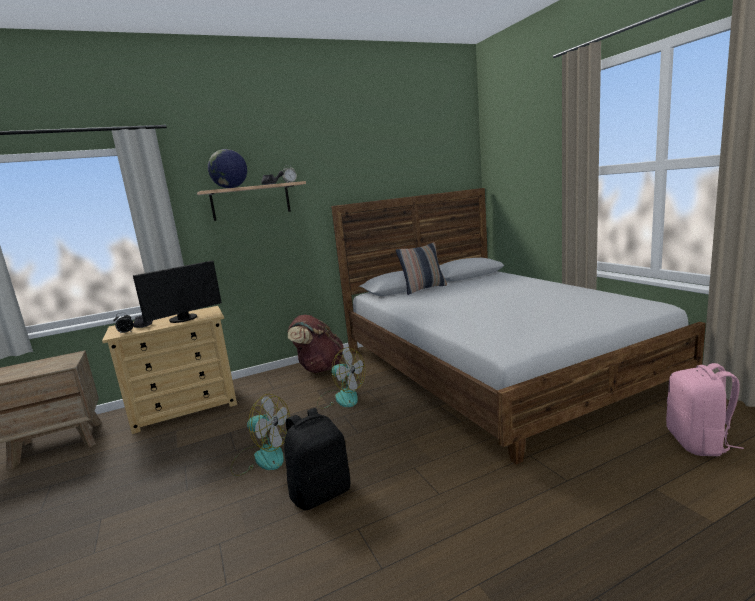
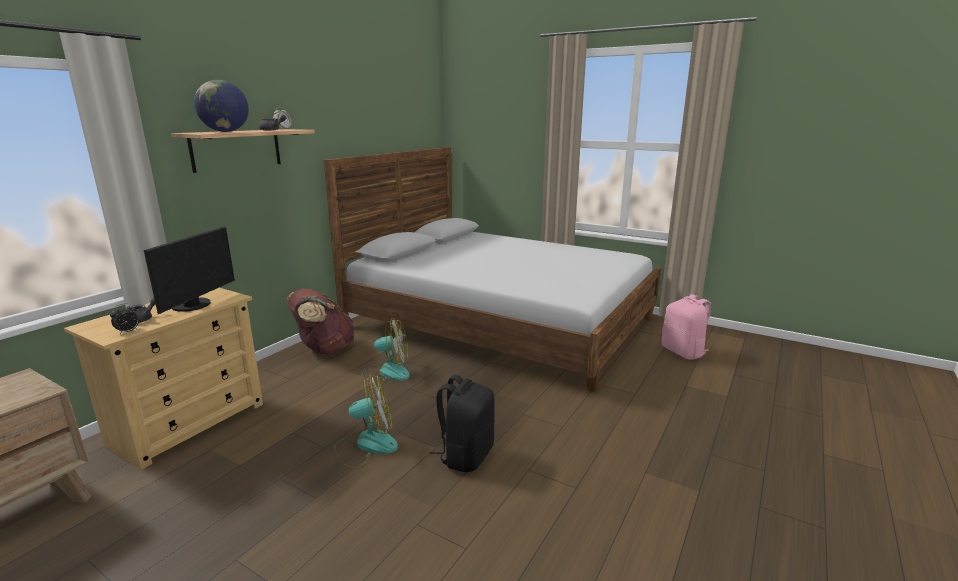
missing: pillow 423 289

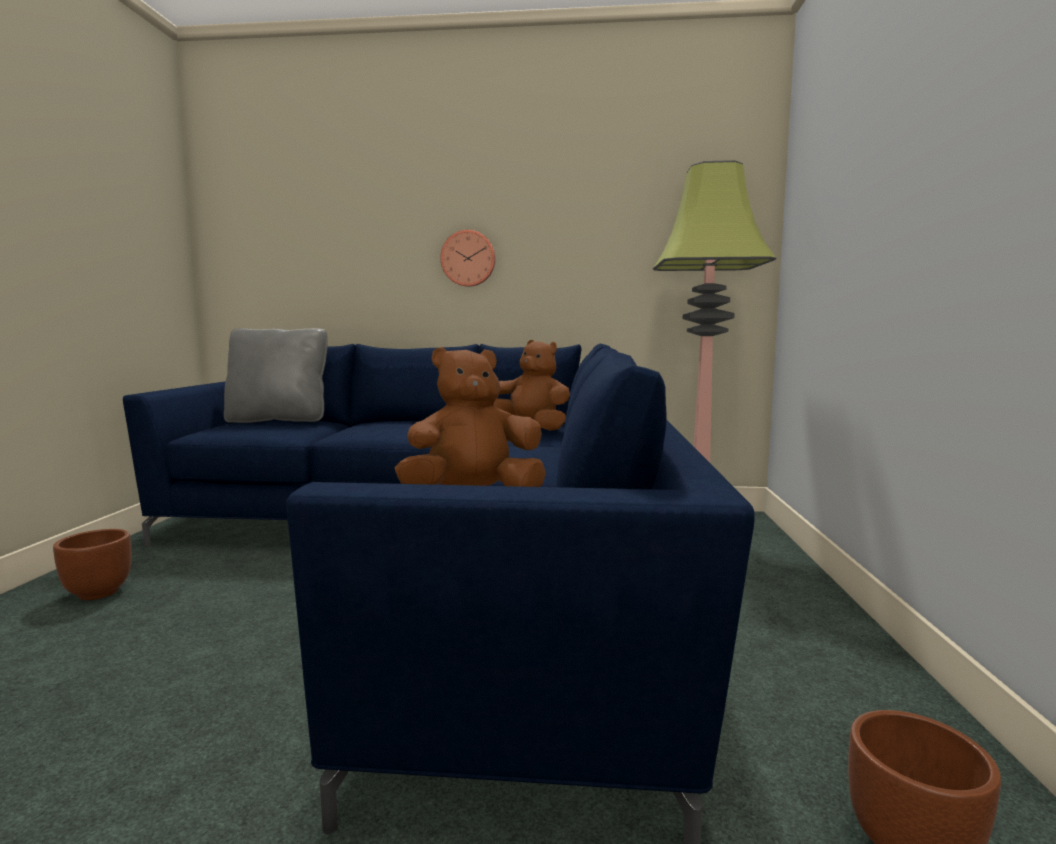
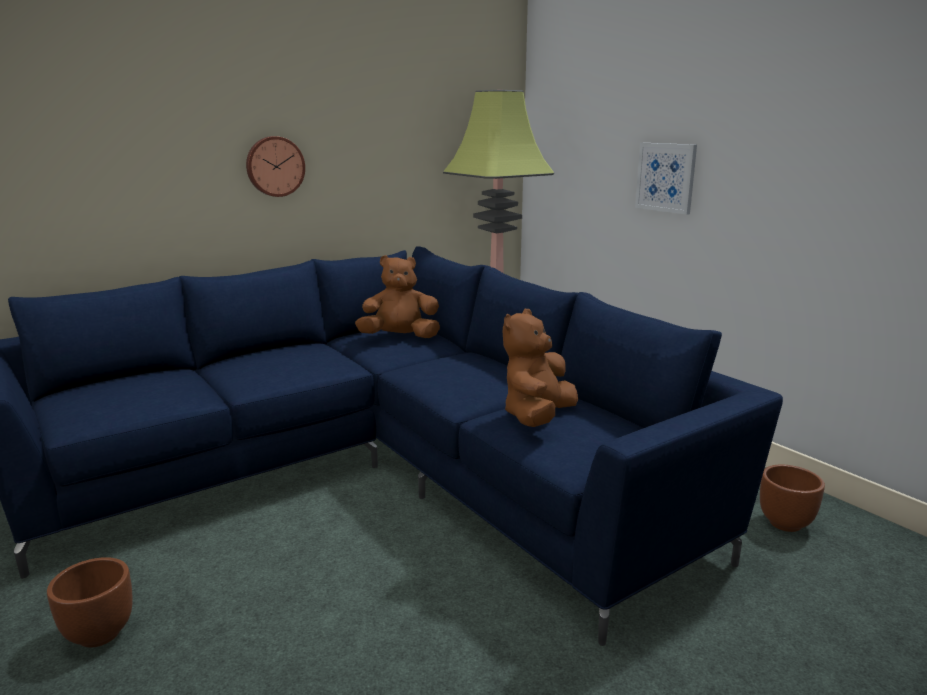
missing: pillow (grey) 279 420
appeared: picture 666 177

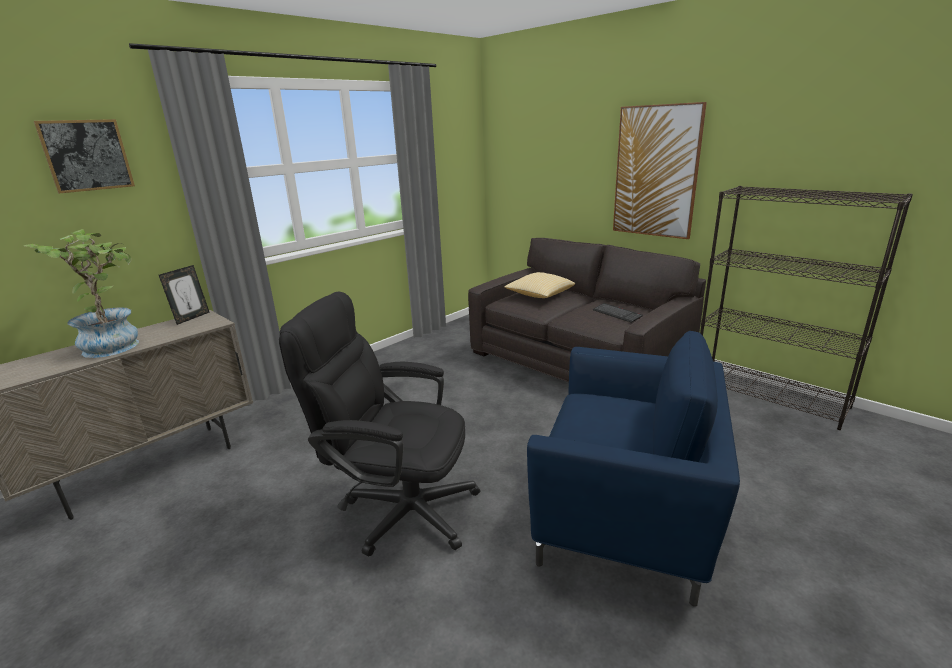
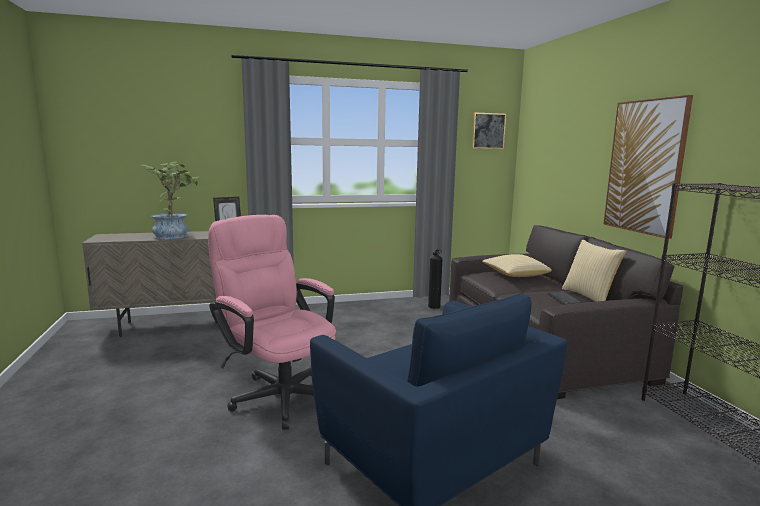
appeared: fire extinguisher 434 306; pillow 589 296
relocated: picture 86 155 to 488 131
colour: office chair (black) 399 508 to office chair (pink) 278 393

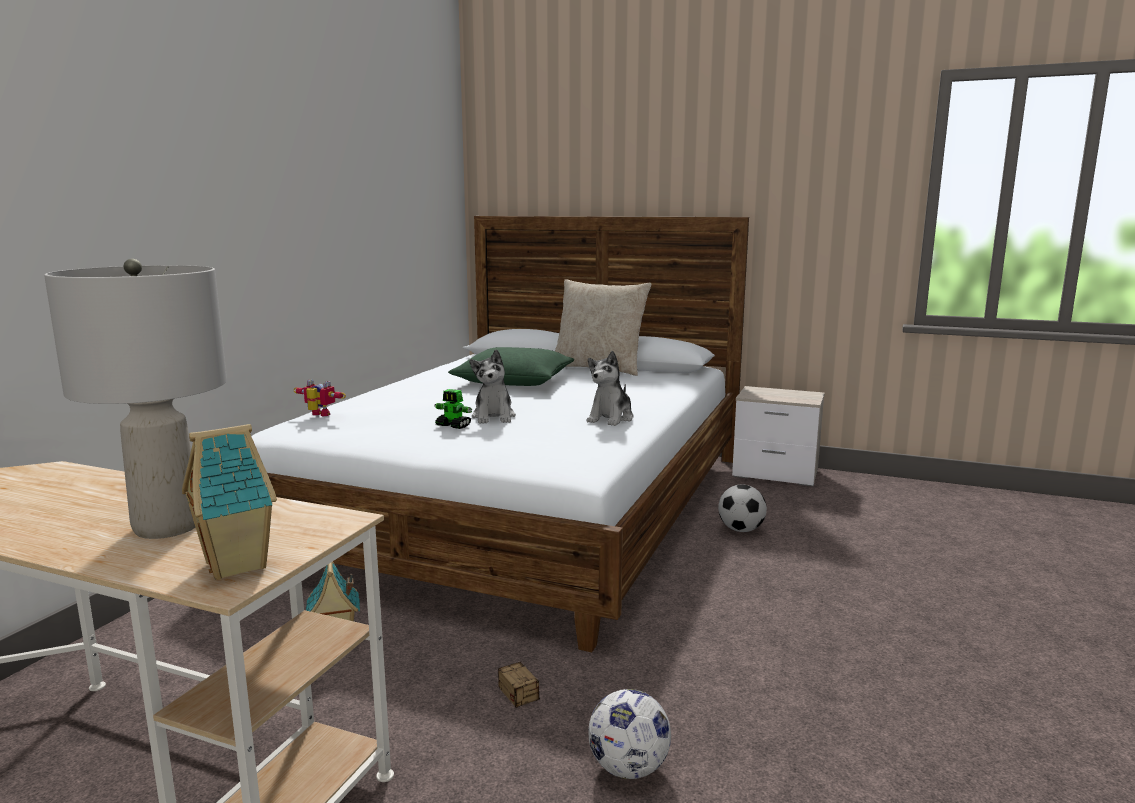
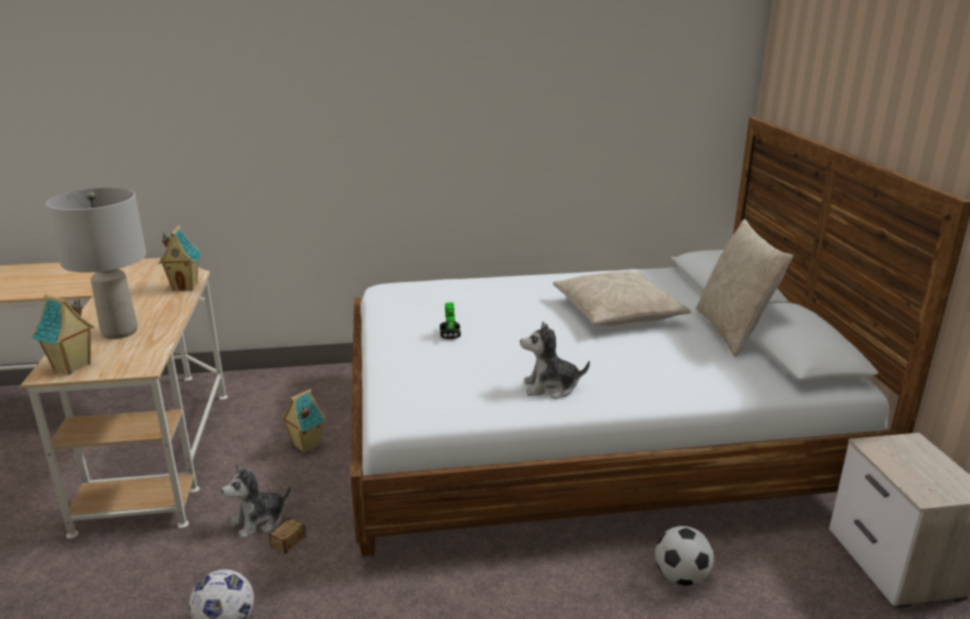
missing: toy robot 318 415
appeared: toy house 185 286
relocated: plush toy 494 417 to 259 522
colour: pillow (green) 514 381 to pillow (beige) 617 312

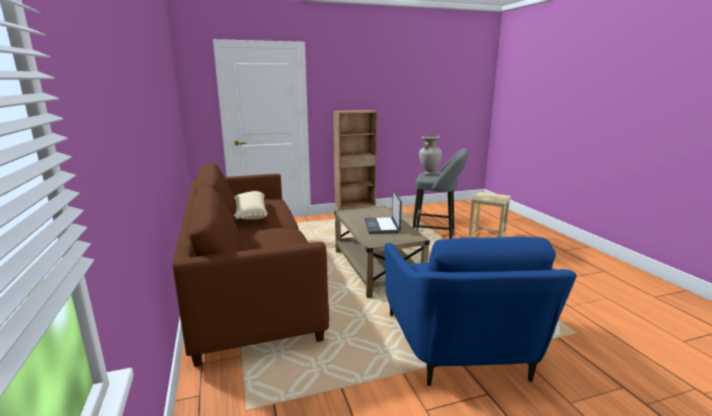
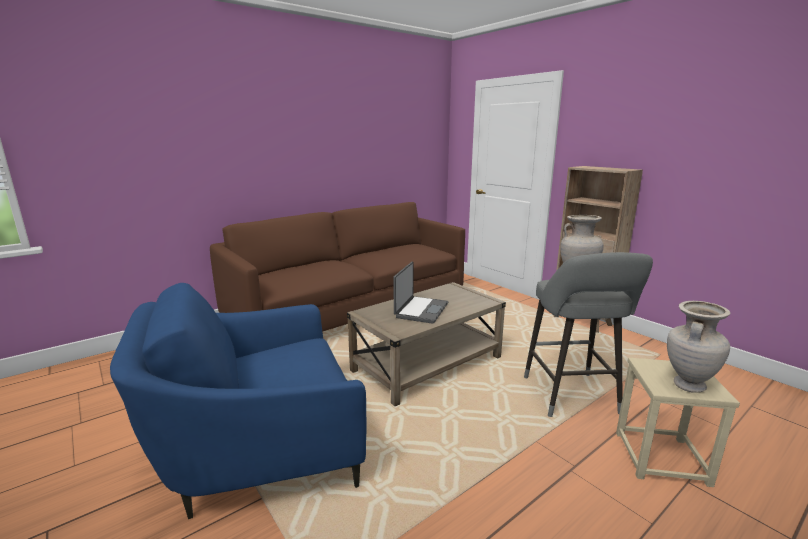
missing: pillow (beige) 250 214
appeared: vase (beige) 687 385
spun: laptop 382 226 = 420 310 135 degrees clockwise

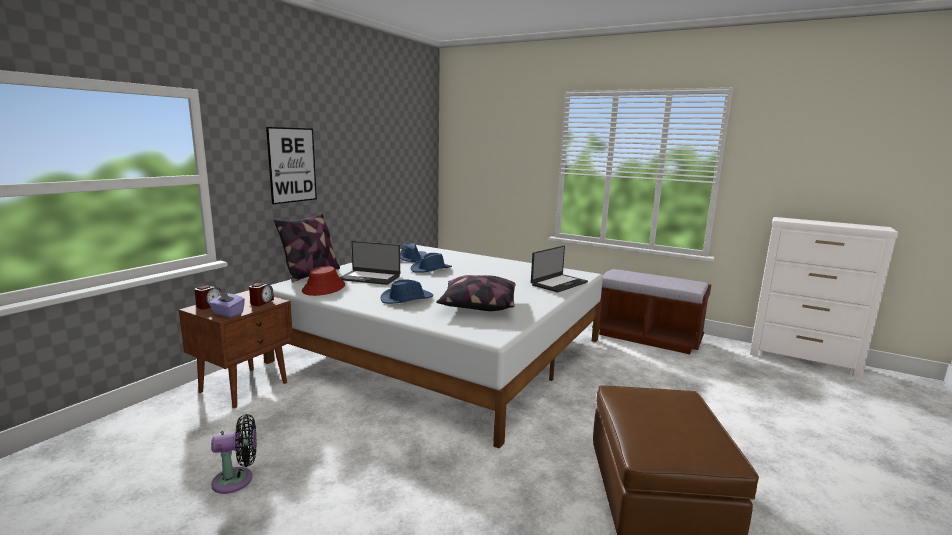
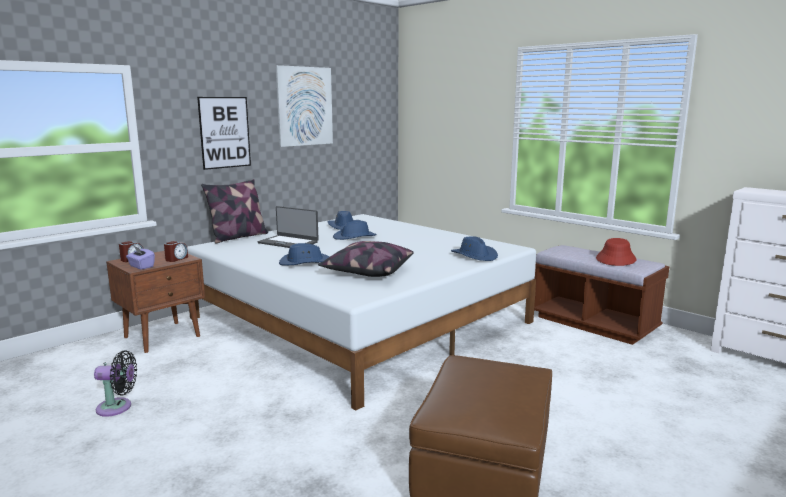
appeared: picture 305 106
relocated: hat (red) 324 288 to 616 259
exchanged: laptop 558 283 to hat (blue) 474 255

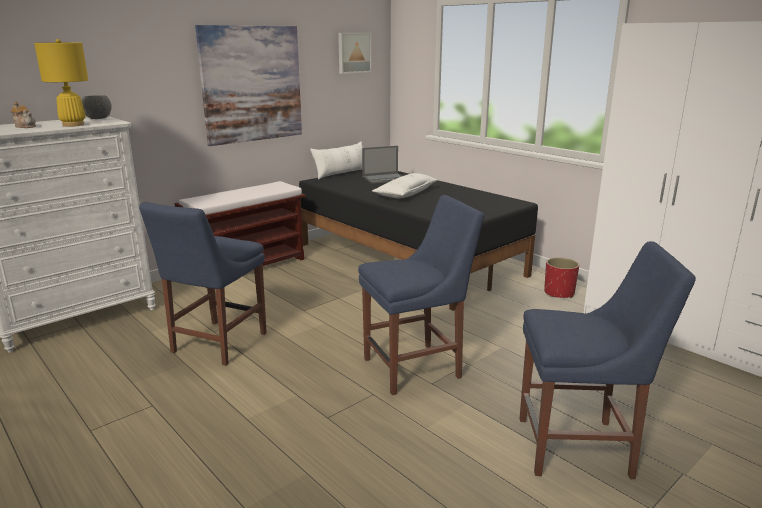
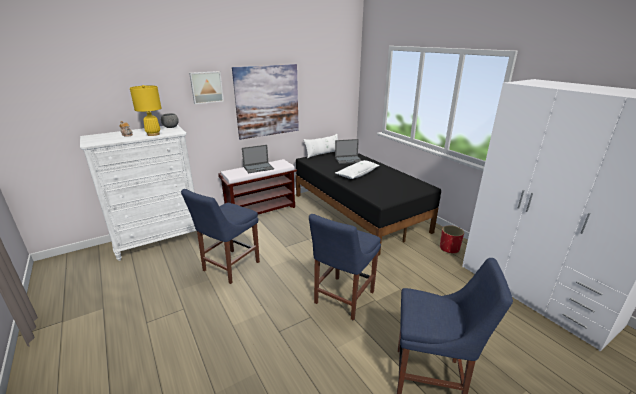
appeared: laptop 259 168
relocated: picture 353 52 to 206 87
spun: chair (blue) 417 367 = 342 299 135 degrees clockwise

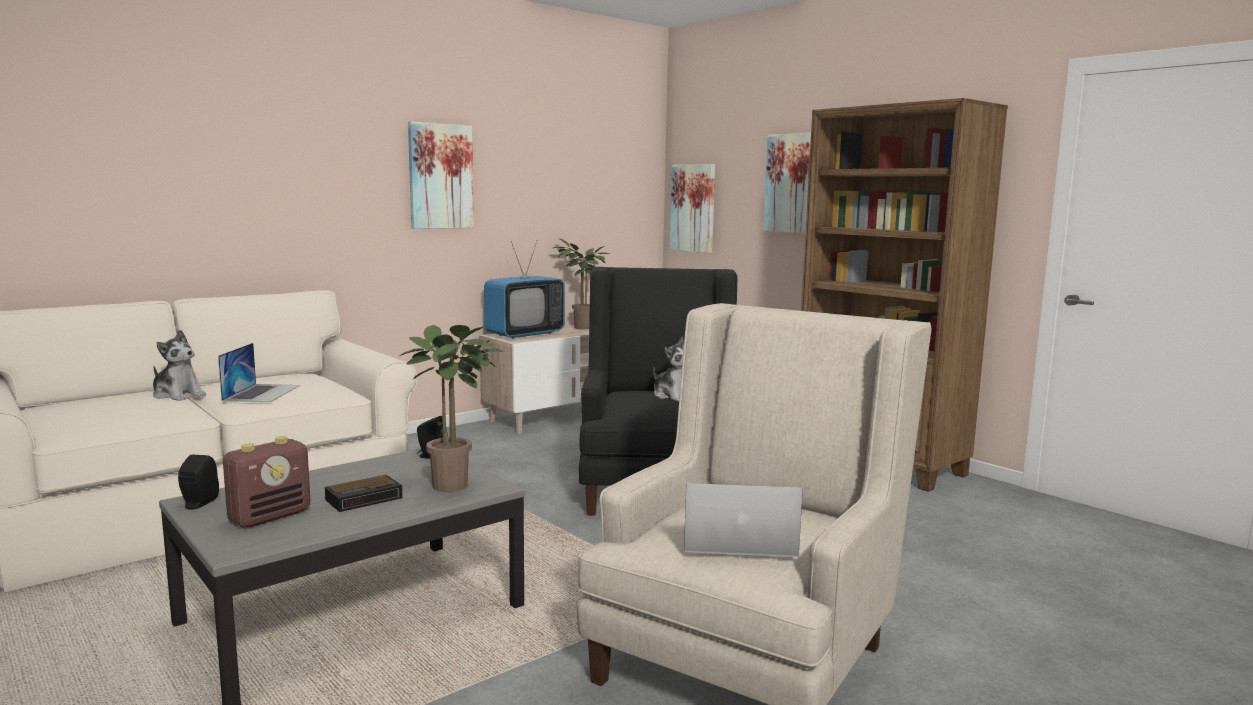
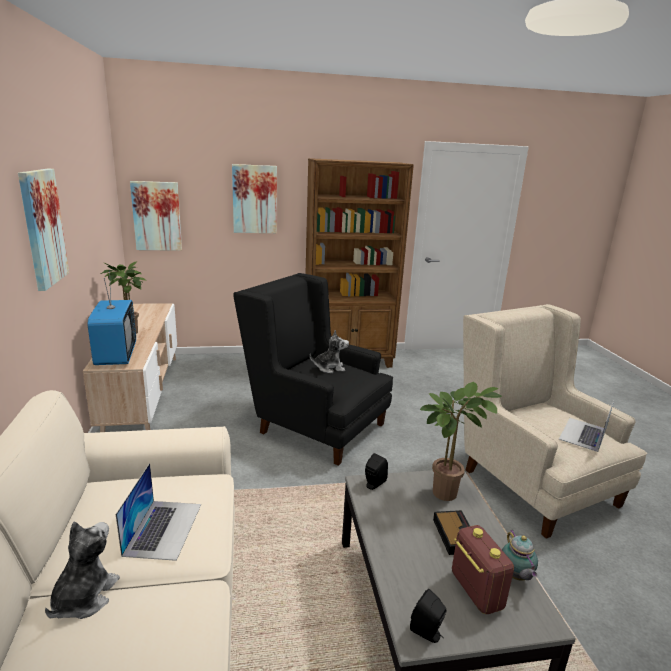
appeared: teapot 515 576
spun: plush toy 178 395 = 84 597 45 degrees counterclockwise; laptop 262 393 = 163 528 60 degrees clockwise

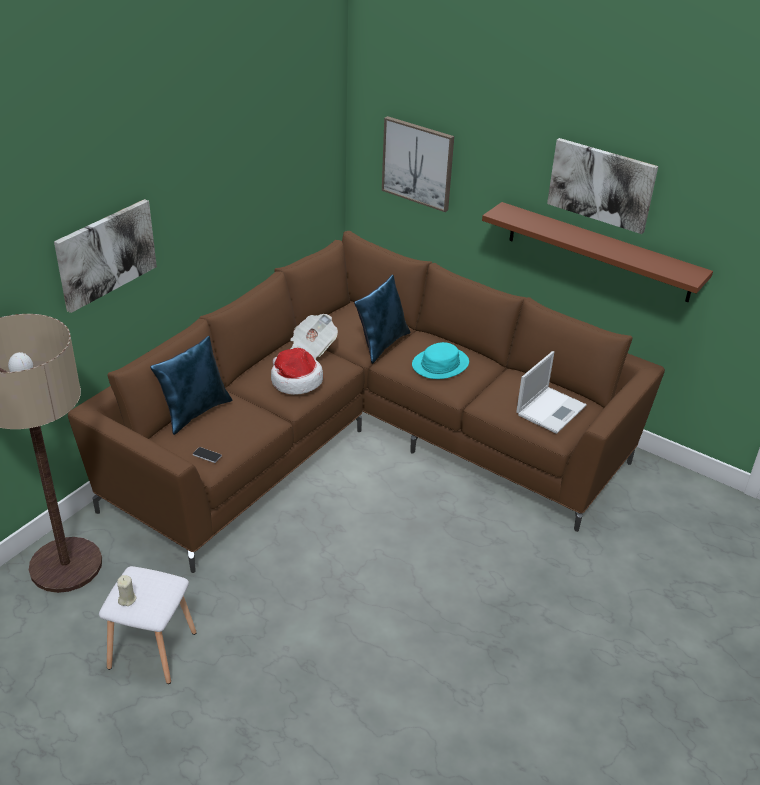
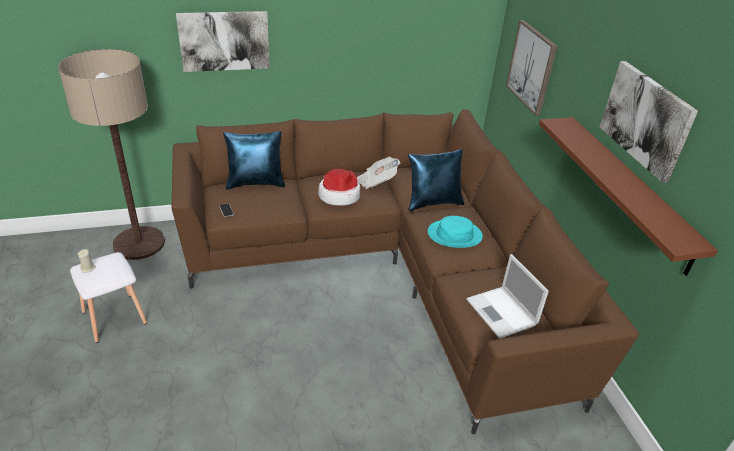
spun: laptop 551 409 = 502 313 75 degrees clockwise

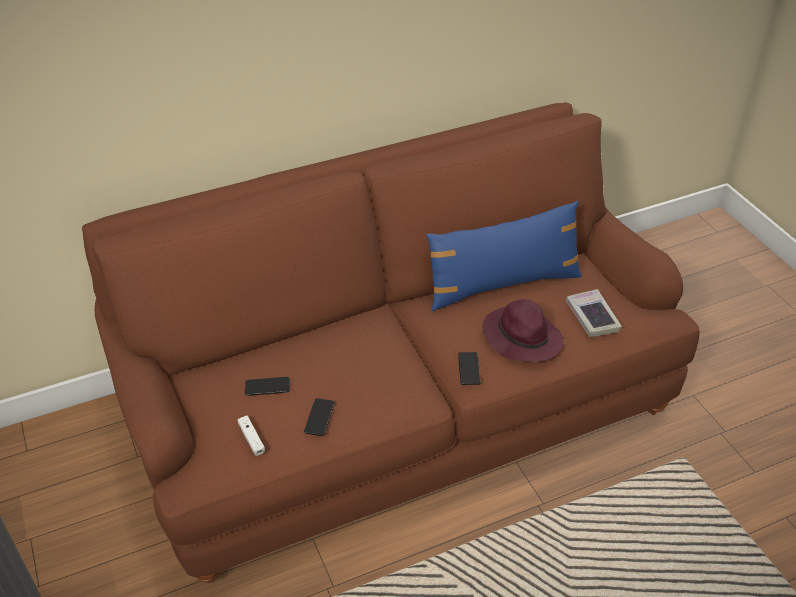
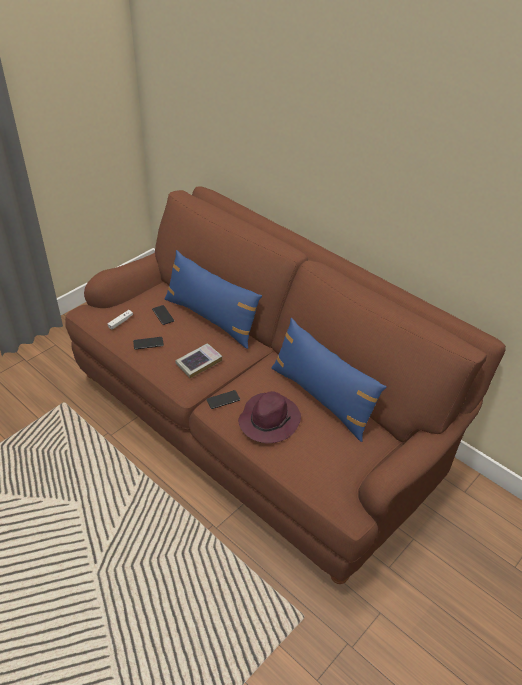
appeared: pillow (blue) 211 318
relocated: book 592 317 to 199 363

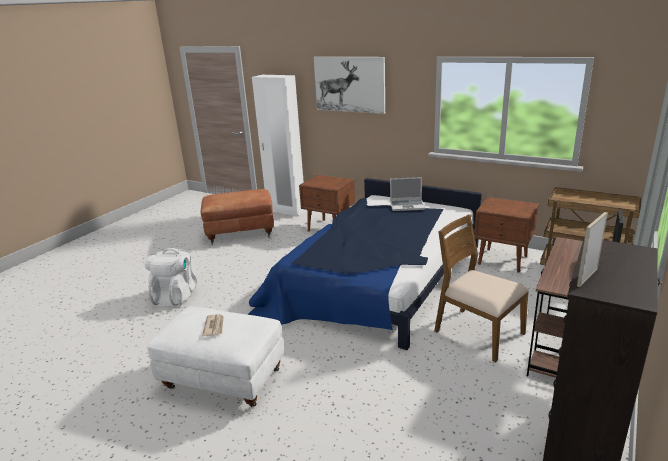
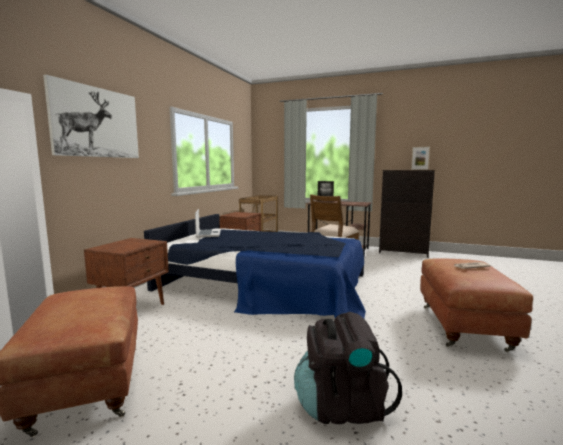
colour: backpack (white) 176 296 to backpack (black) 342 406; ottoman (white) 223 381 to ottoman (brown) 464 328

